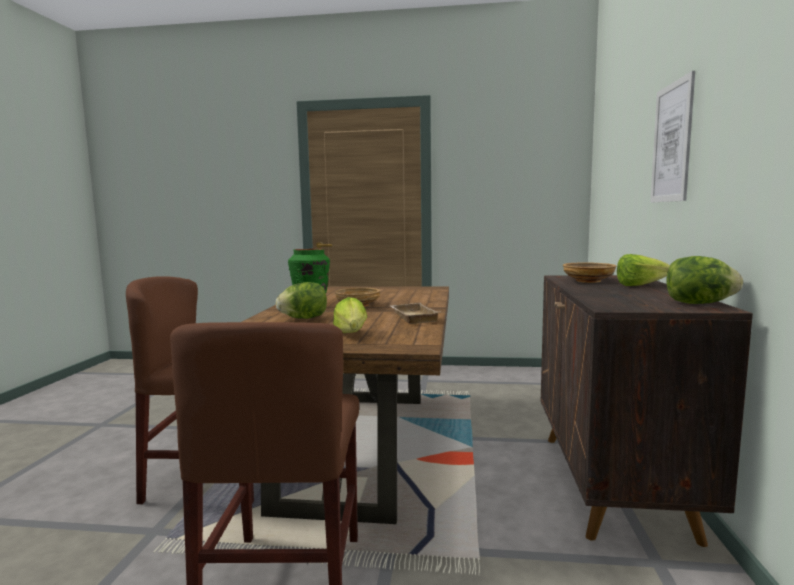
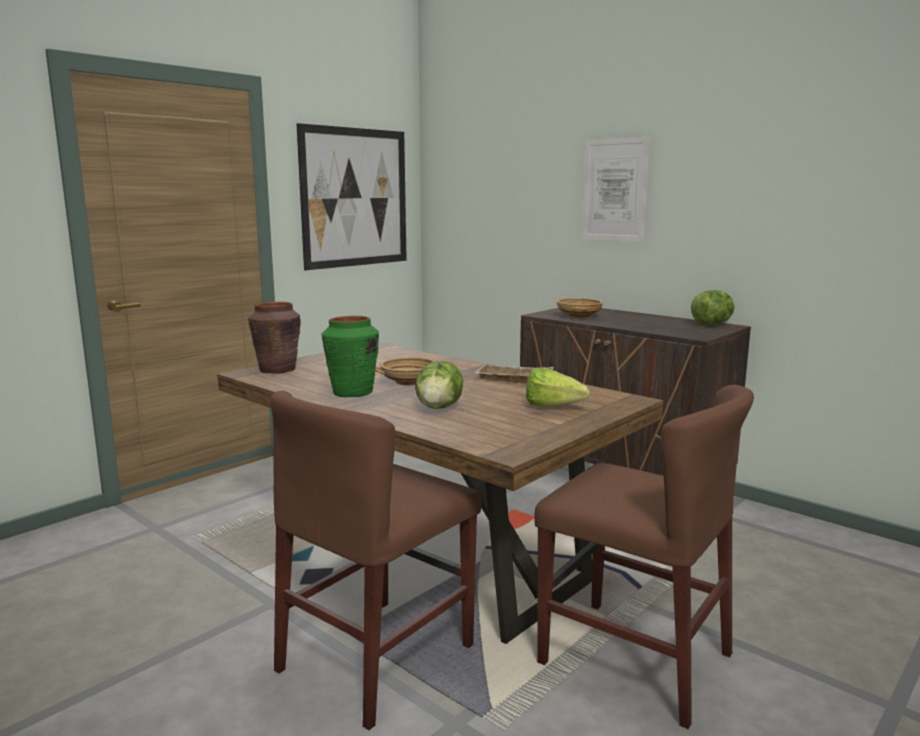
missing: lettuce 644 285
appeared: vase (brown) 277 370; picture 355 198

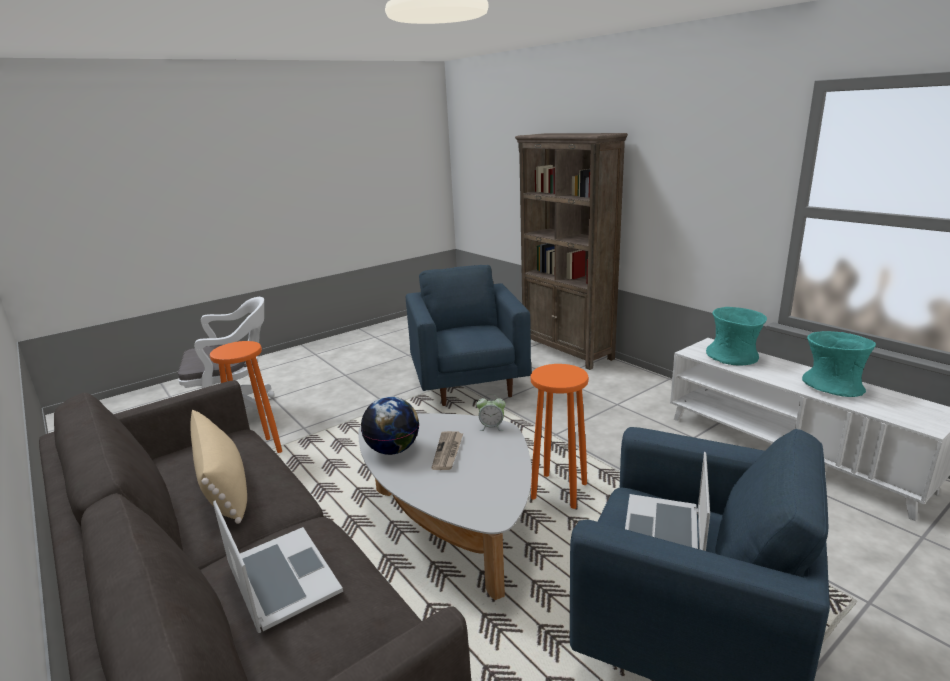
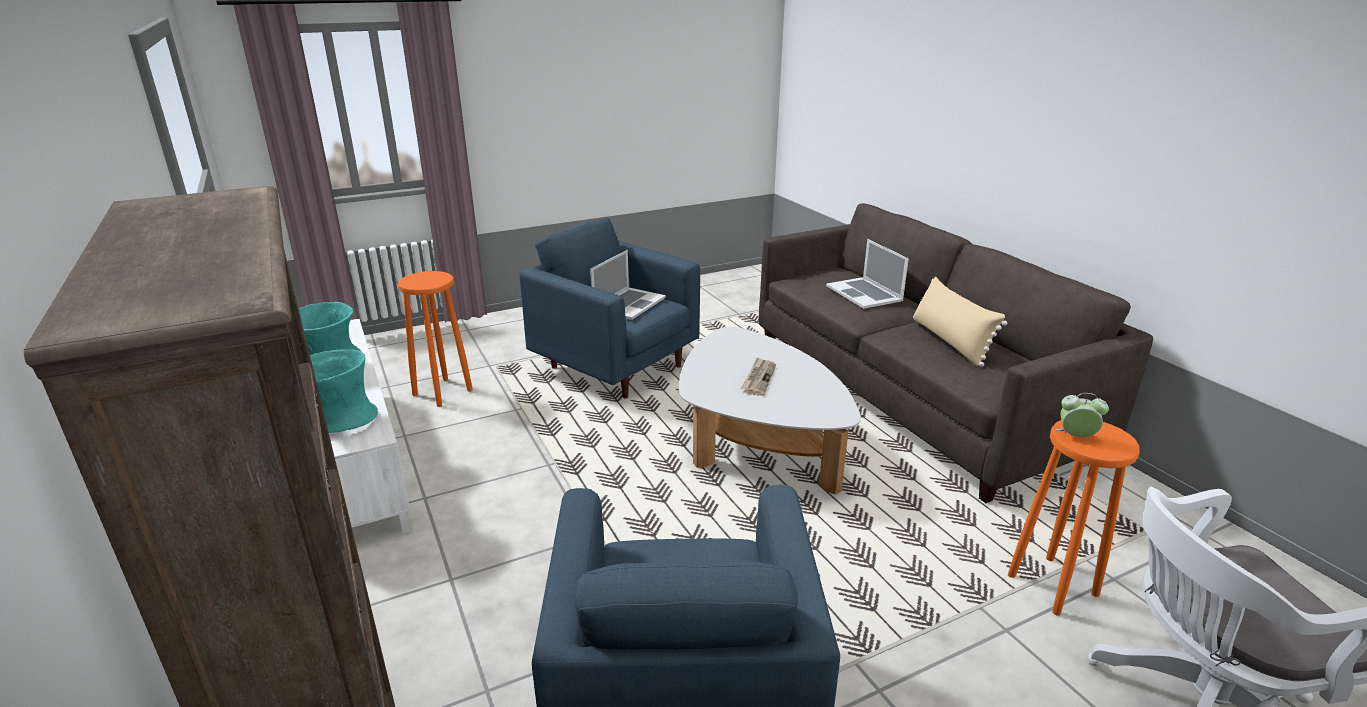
missing: globe 393 450
relocated: alarm clock 491 427 to 1076 436; stool (orange) 559 492 to 443 392

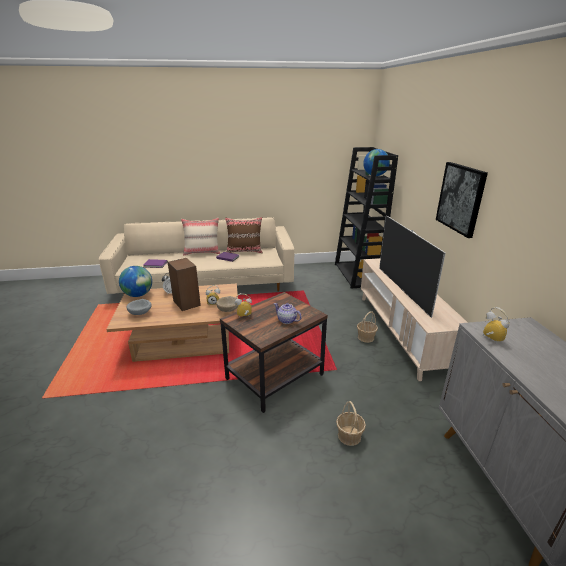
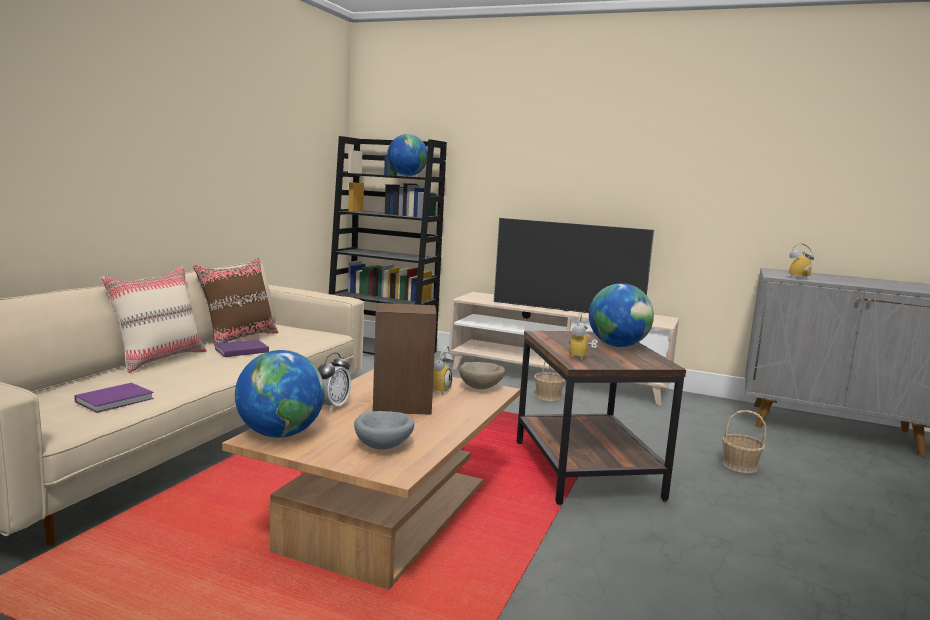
missing: picture 460 198
exchanged: teapot 287 320 to globe 617 346

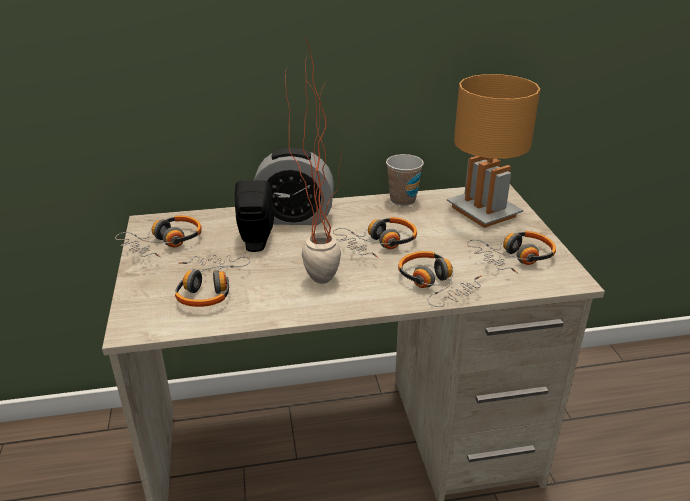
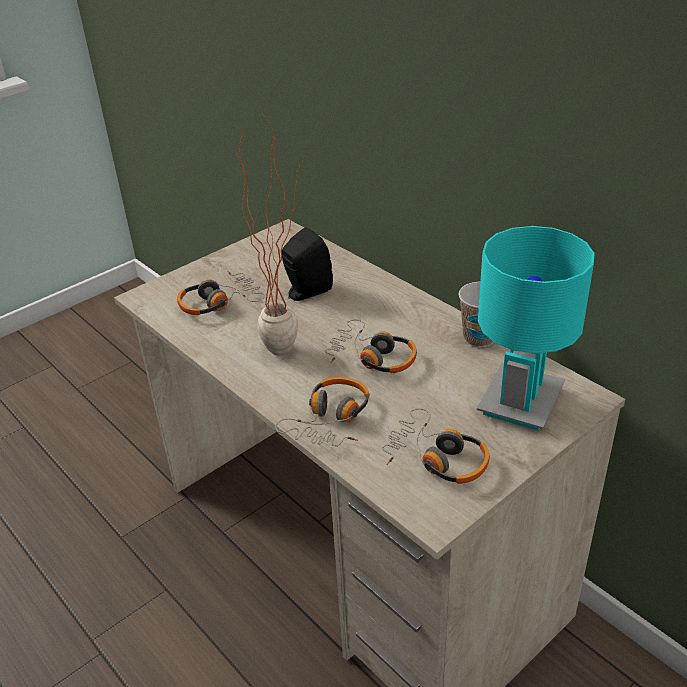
missing: headphones 164 244; alarm clock 294 218
colour: table lamp (brown) 484 211 to table lamp (turquoise) 521 402

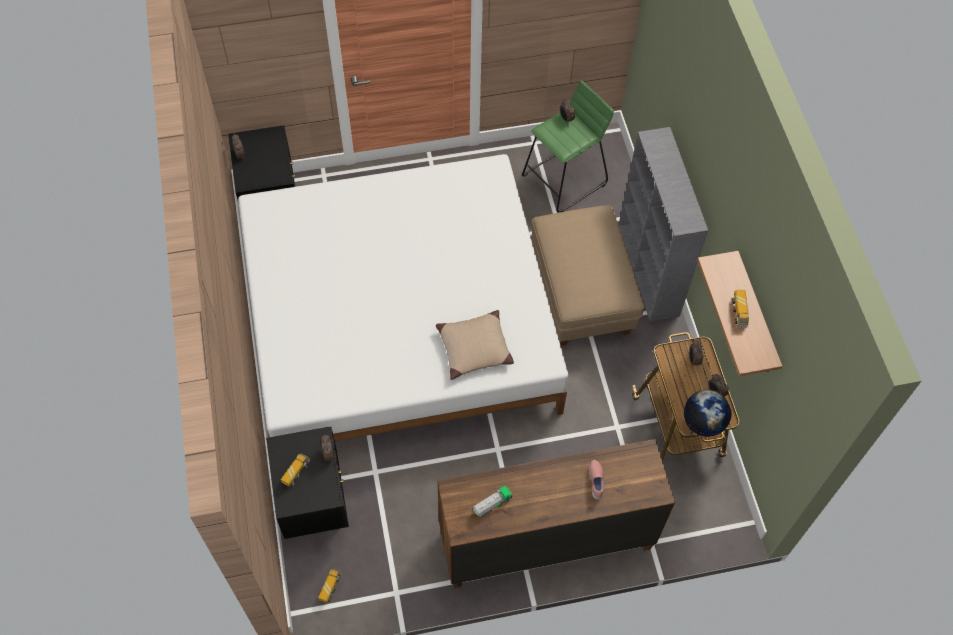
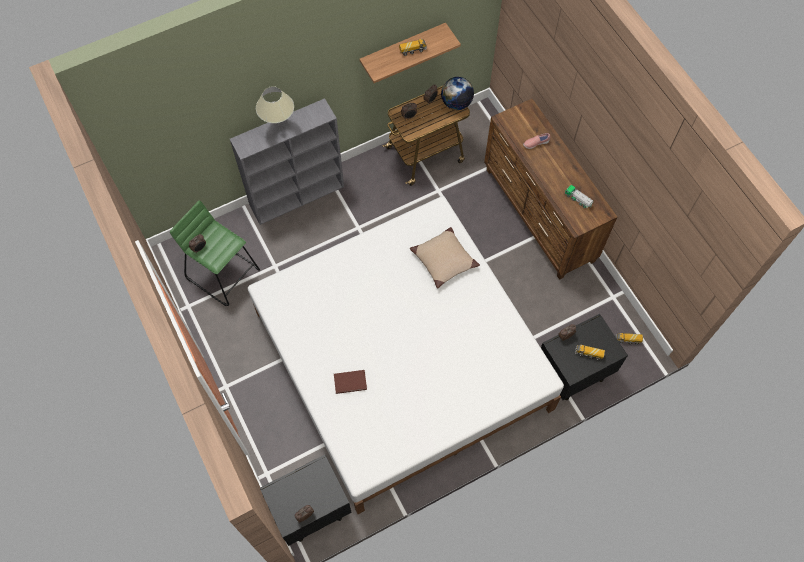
missing: ottoman (beige) 580 293
appeared: table lamp (beige) 279 129; book (brown) 349 381

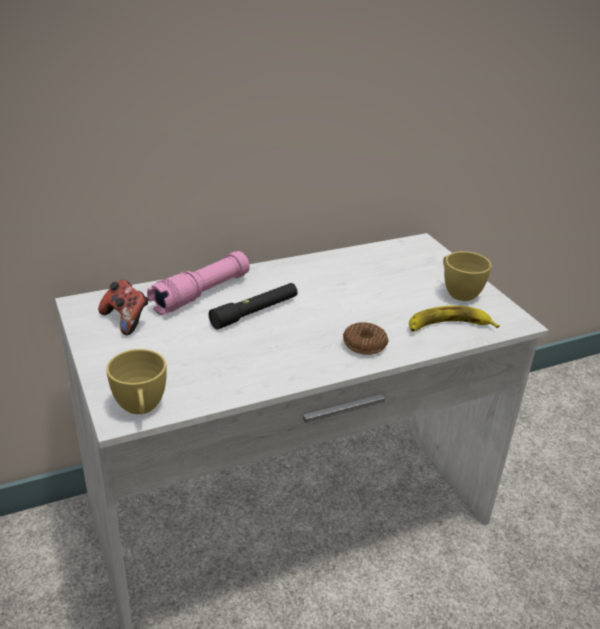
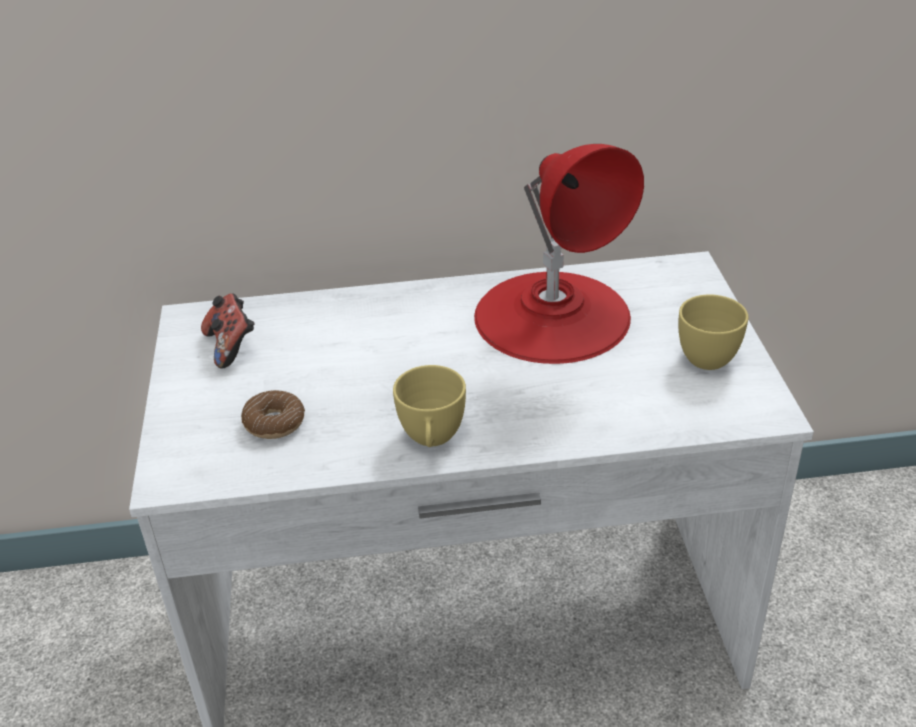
missing: flashlight (pink) 201 294; flashlight (black) 255 312; banana 448 326
appeared: table lamp (red) 553 316
relocated: cup (yellow) 141 409 to 432 439; donut 364 345 to 274 423

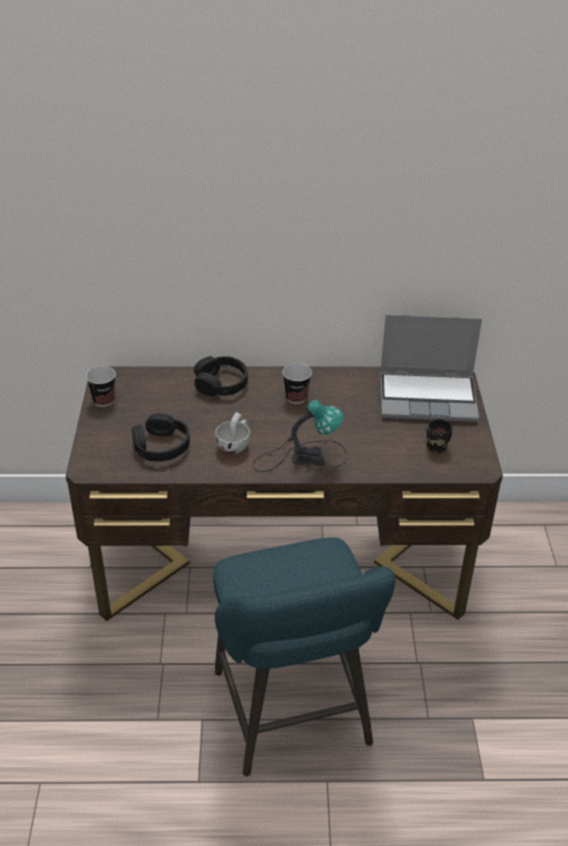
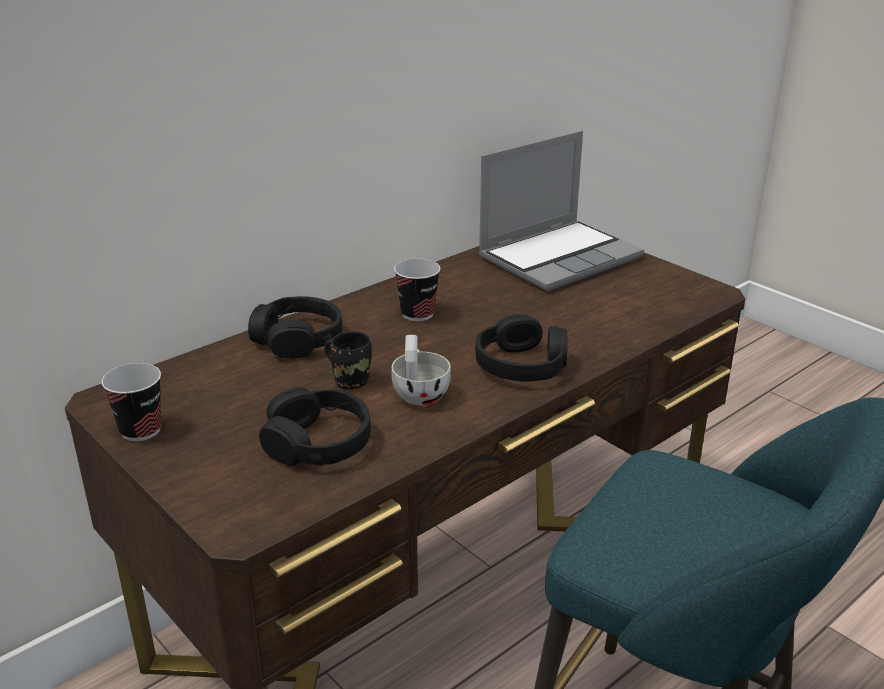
relocated: mug (black) 437 446 to 351 380
exchanged: table lamp 303 456 to headphones (black) 522 365

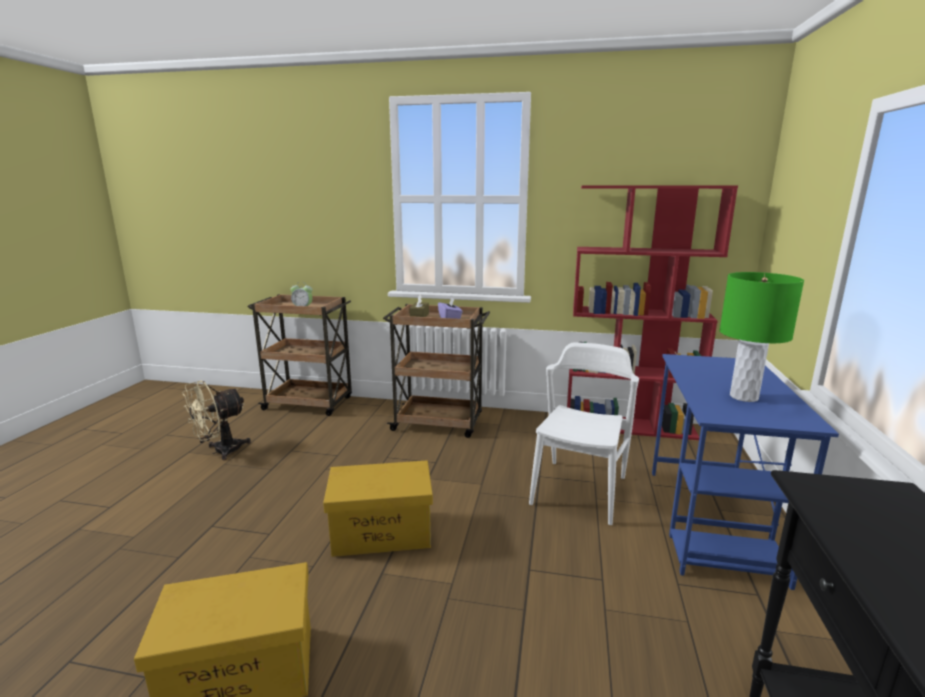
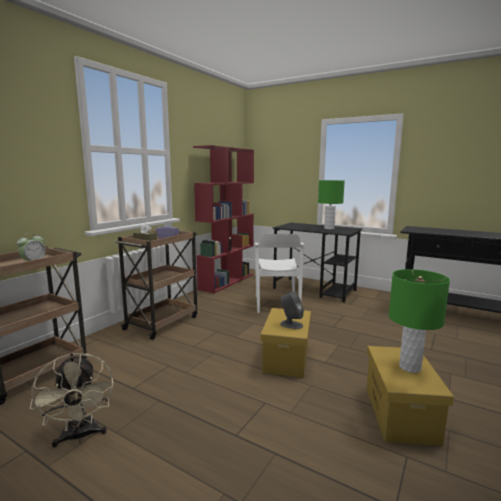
appeared: speaker (grey) 291 324; table lamp (green) 409 367
colour: desk (blue) 711 523 to desk (black) 315 289
spun: chair (white) 579 490 = 277 304 135 degrees counterclockwise

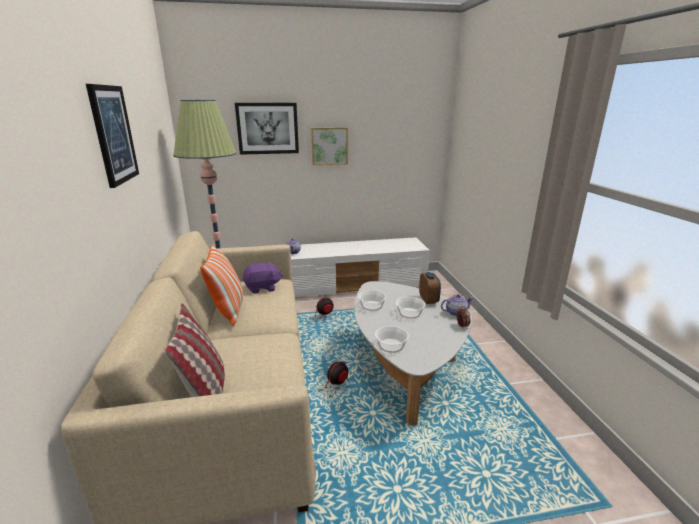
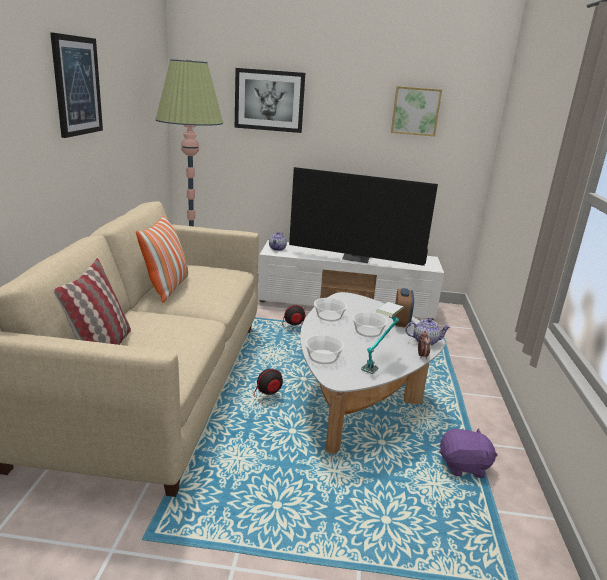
appeared: television 356 258; table lamp 379 361
relocated: plush toy (purple) 262 288 to 464 466; picture 329 146 to 415 111

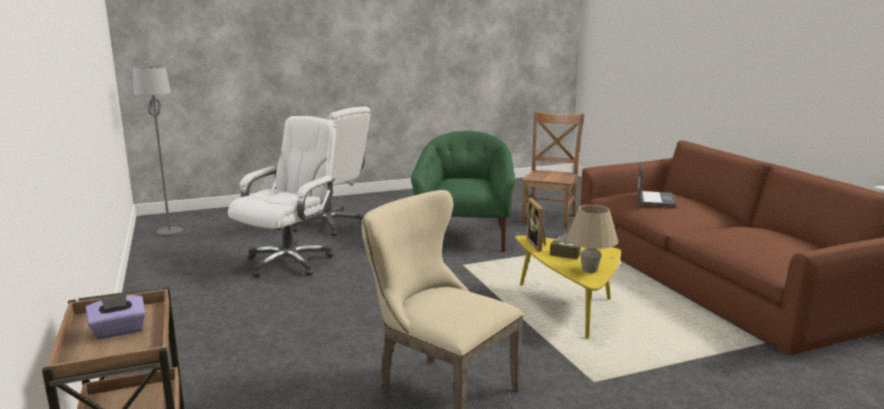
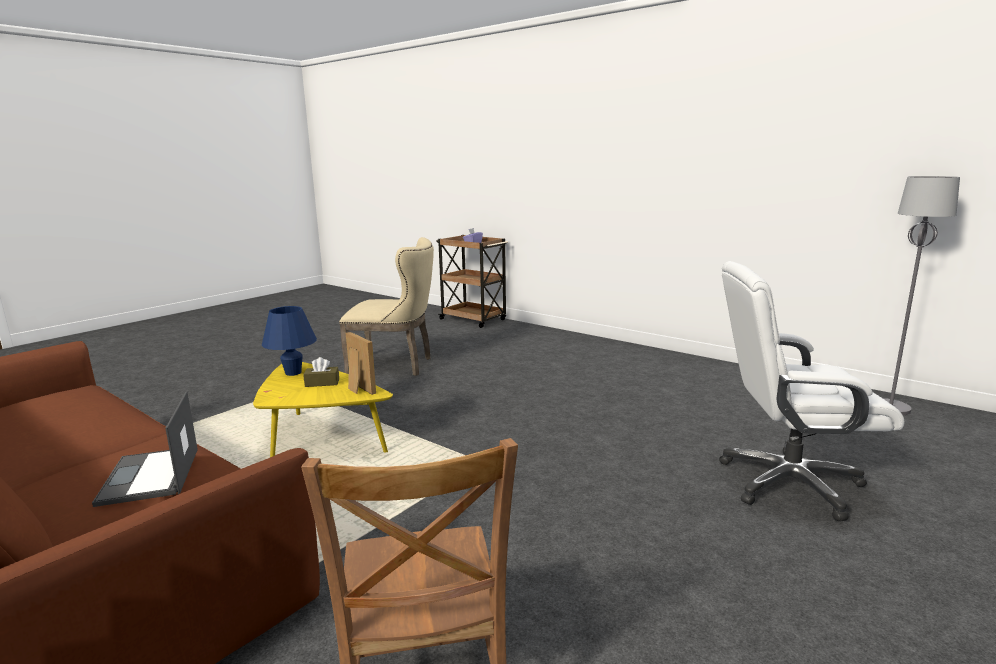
missing: office chair (white) 289 262; armchair (green) 464 237
colour: table lamp (beige) 589 270 to table lamp (blue) 293 373

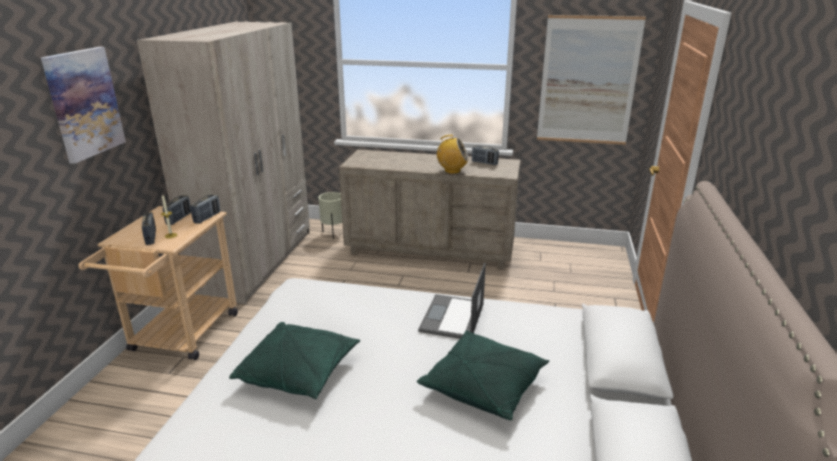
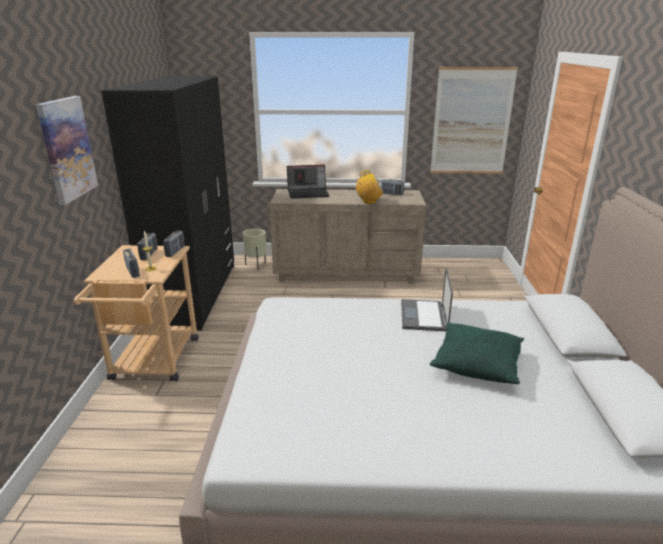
missing: pillow (green) 299 372
appeared: laptop 308 193
colour: wardrobe (beige) 256 261 to wardrobe (black) 195 294

